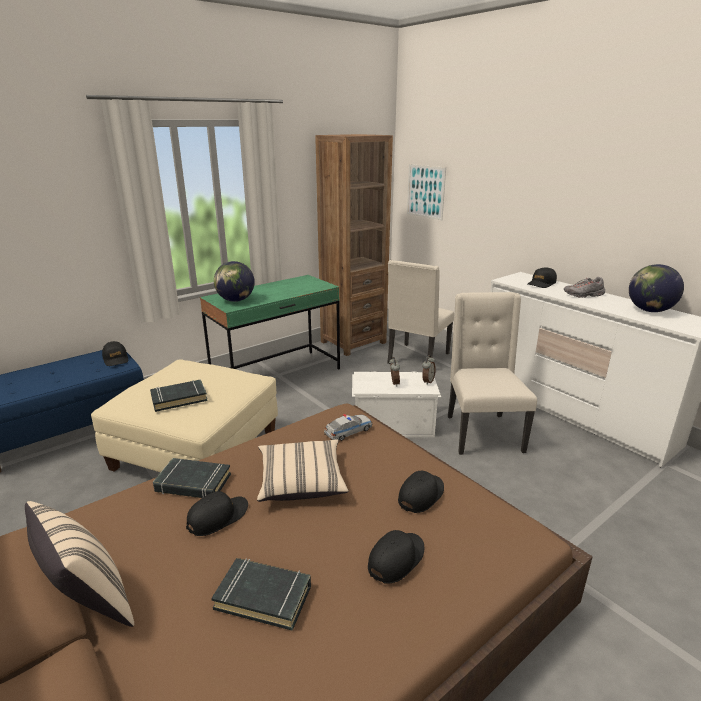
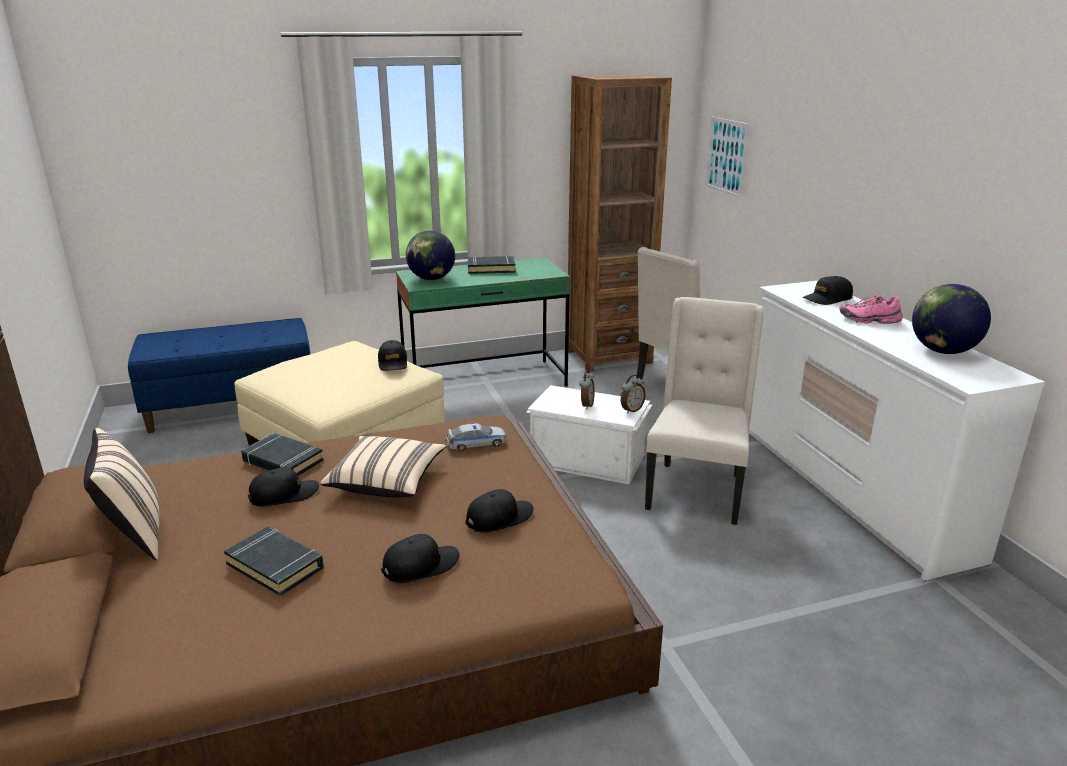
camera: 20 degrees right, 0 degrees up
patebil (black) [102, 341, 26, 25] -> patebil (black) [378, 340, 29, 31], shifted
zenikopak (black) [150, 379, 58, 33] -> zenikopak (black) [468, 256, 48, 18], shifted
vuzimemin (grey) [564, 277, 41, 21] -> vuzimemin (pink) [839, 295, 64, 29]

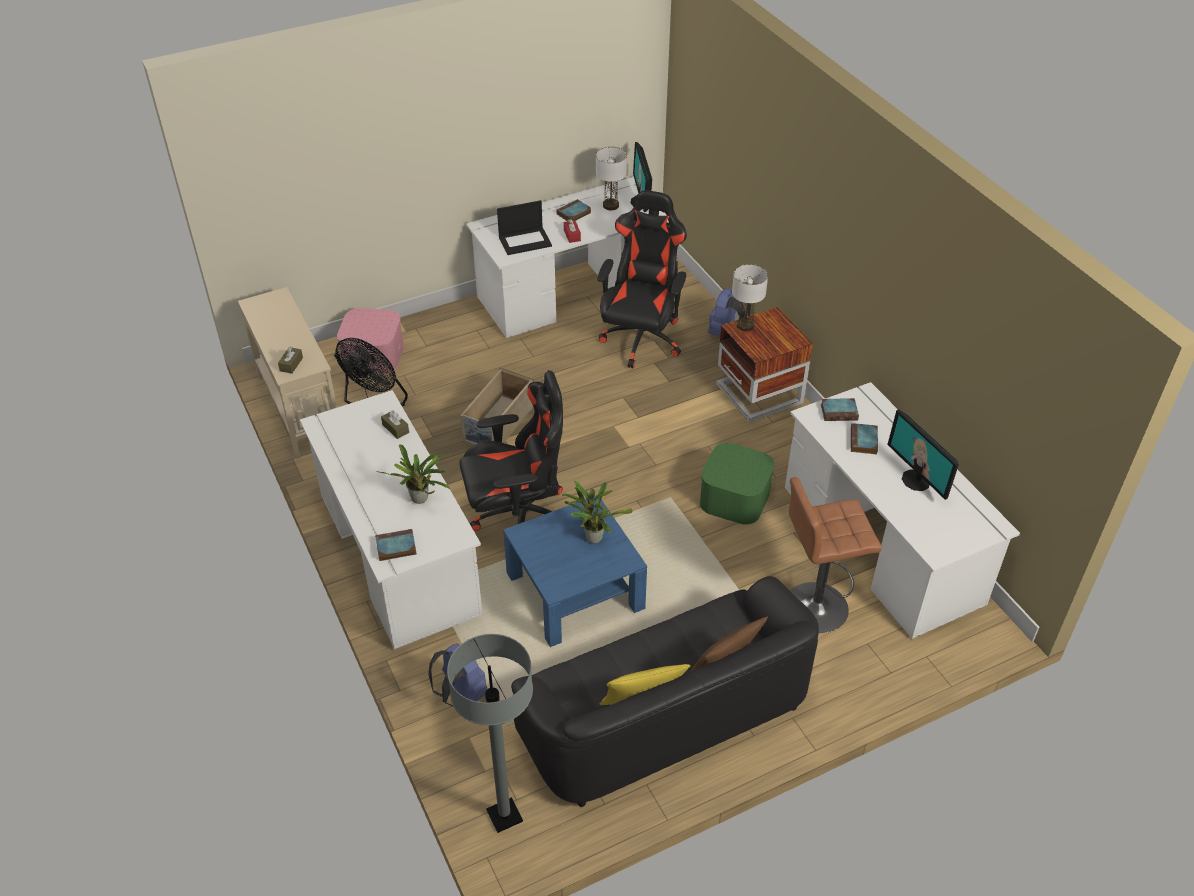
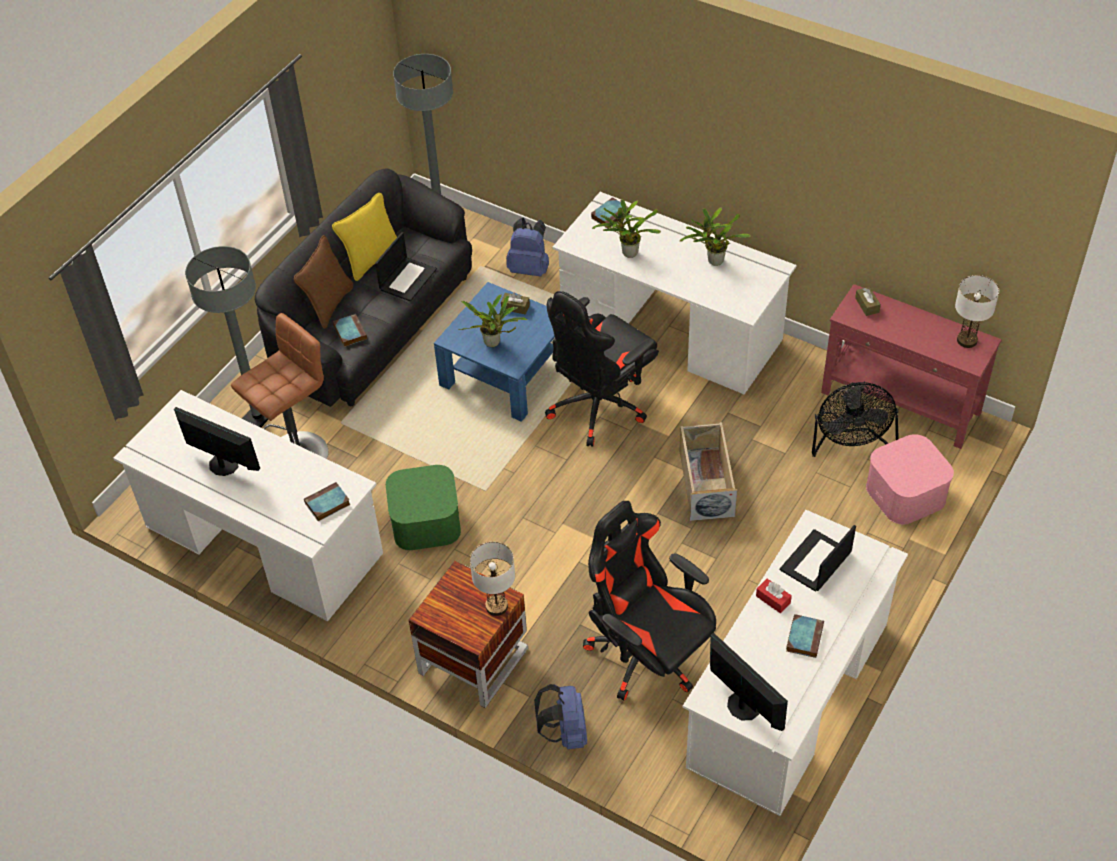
camera: 150 degrees right, 5 degrees up
none -> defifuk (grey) [185, 246, 84, 182]
zenikopak [851, 423, 27, 31] -> zenikopak [333, 314, 34, 33], shifted
none -> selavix [375, 232, 62, 69]
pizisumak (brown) [381, 410, 28, 29] -> pizisumak (brown) [501, 293, 29, 22], shifted
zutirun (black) [597, 190, 90, 178] -> zutirun (black) [583, 501, 133, 200], 150 degrees clockwise
none -> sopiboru [680, 207, 71, 59]
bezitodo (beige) [238, 287, 99, 172] -> bezitodo (red) [821, 284, 181, 165]
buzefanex [596, 147, 31, 63] -> buzefanex [955, 275, 44, 73], shifted

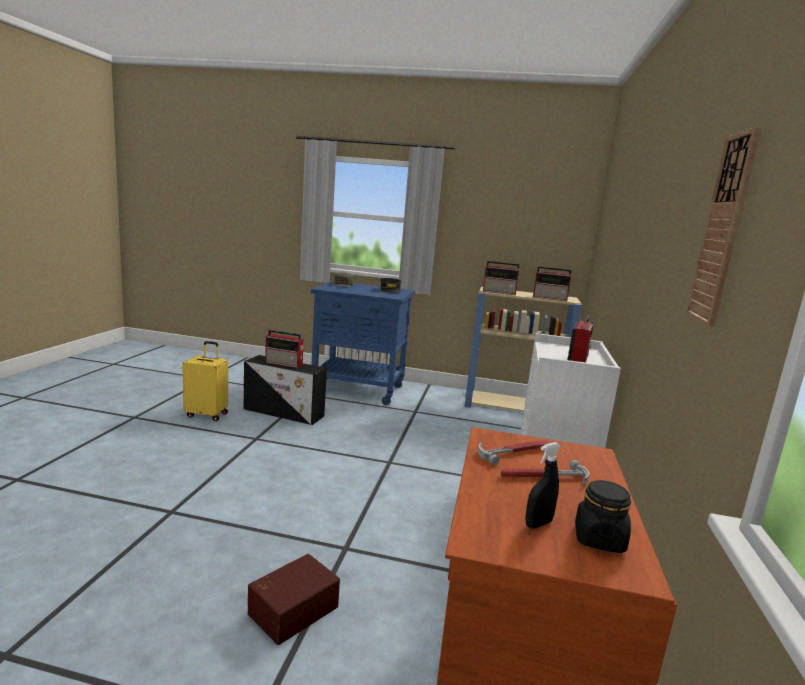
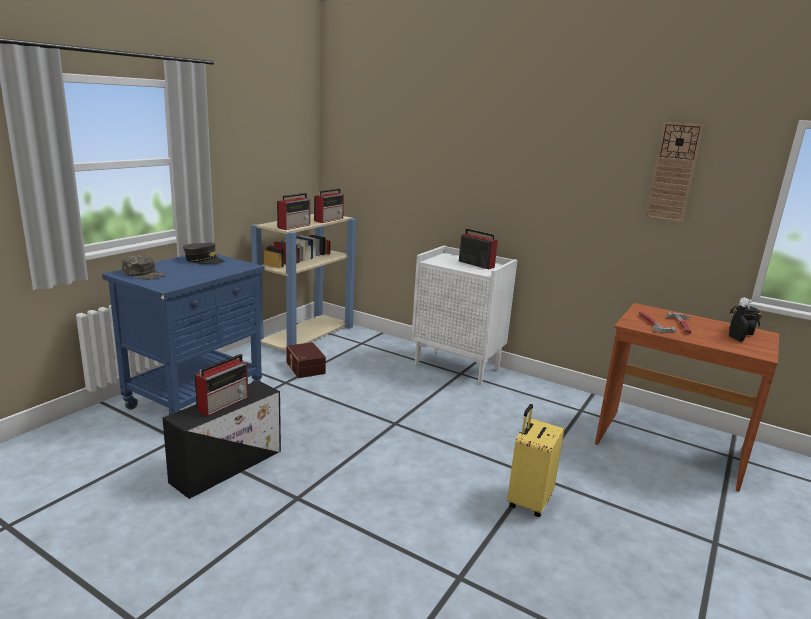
camera: 70 degrees left, 5 degrees up
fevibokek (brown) [248, 554, 92, 91] -> fevibokek (brown) [286, 342, 40, 36], shifted
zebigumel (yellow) [182, 341, 46, 80] -> zebigumel (yellow) [507, 404, 57, 113], shifted

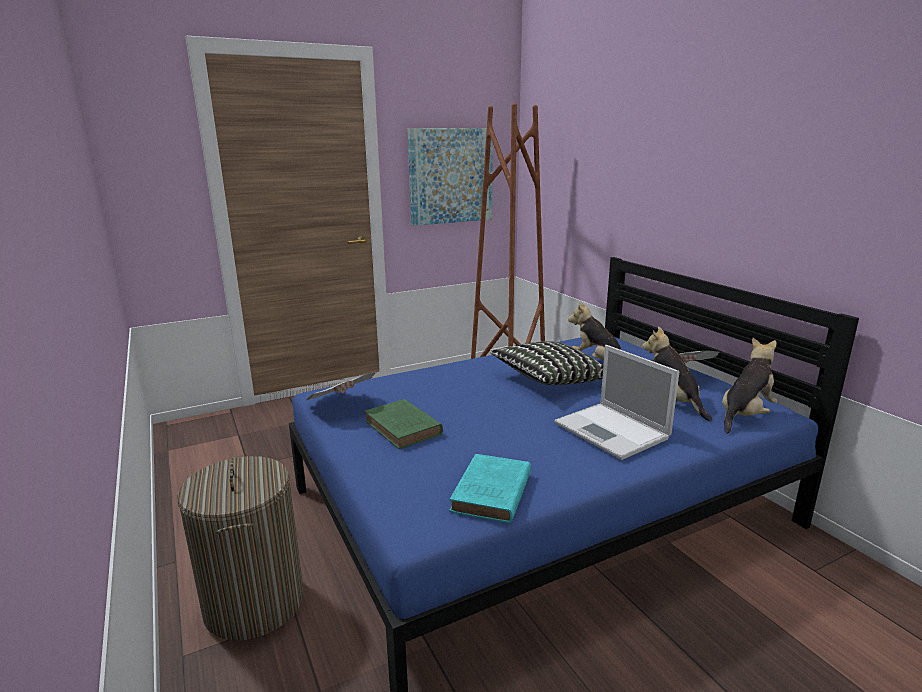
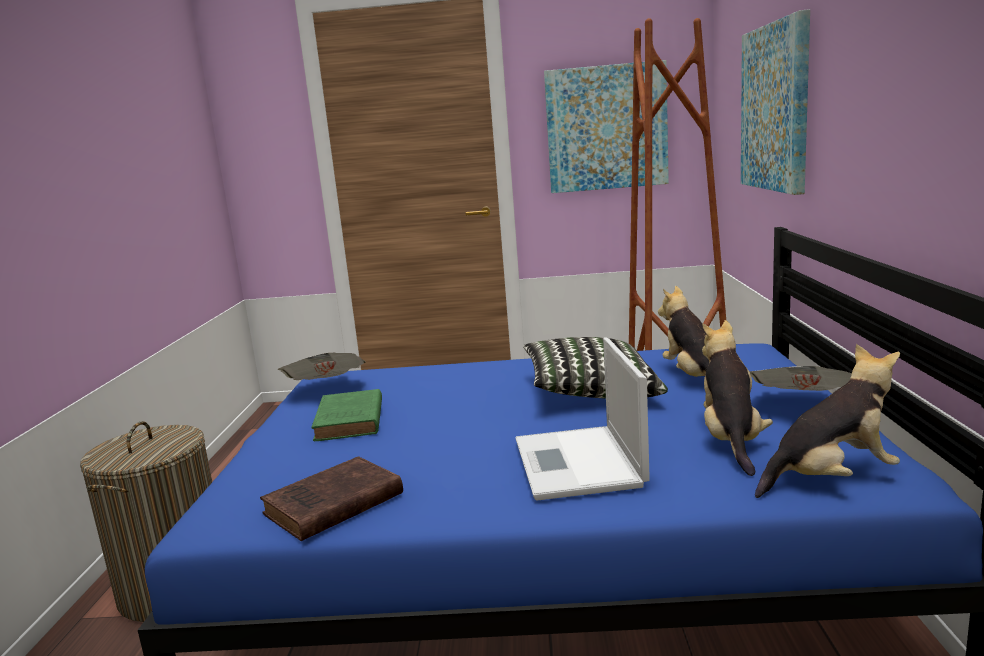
camera: 30 degrees right, 5 degrees down
zenikopak (turquoise) [449, 454, 82, 69] -> zenikopak (brown) [260, 456, 143, 85]
none -> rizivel [741, 9, 69, 186]

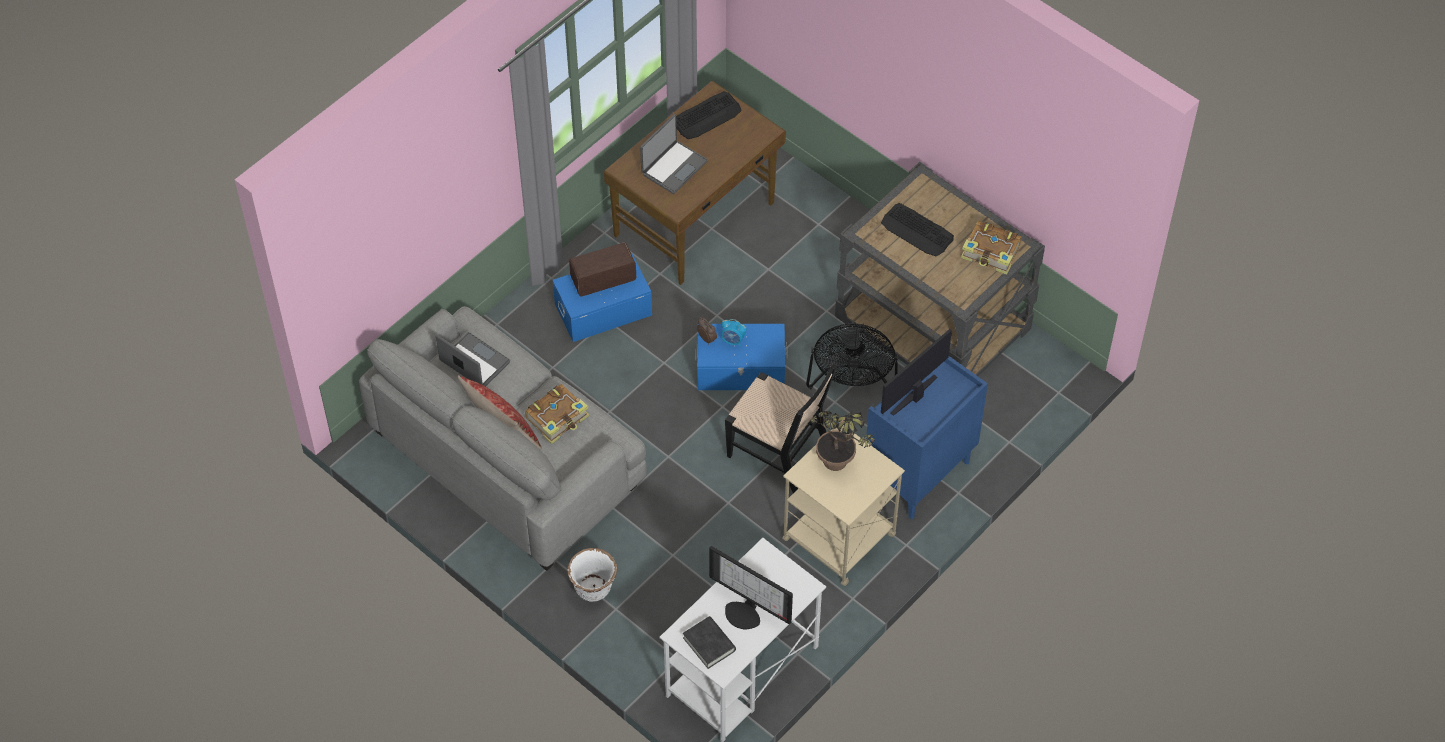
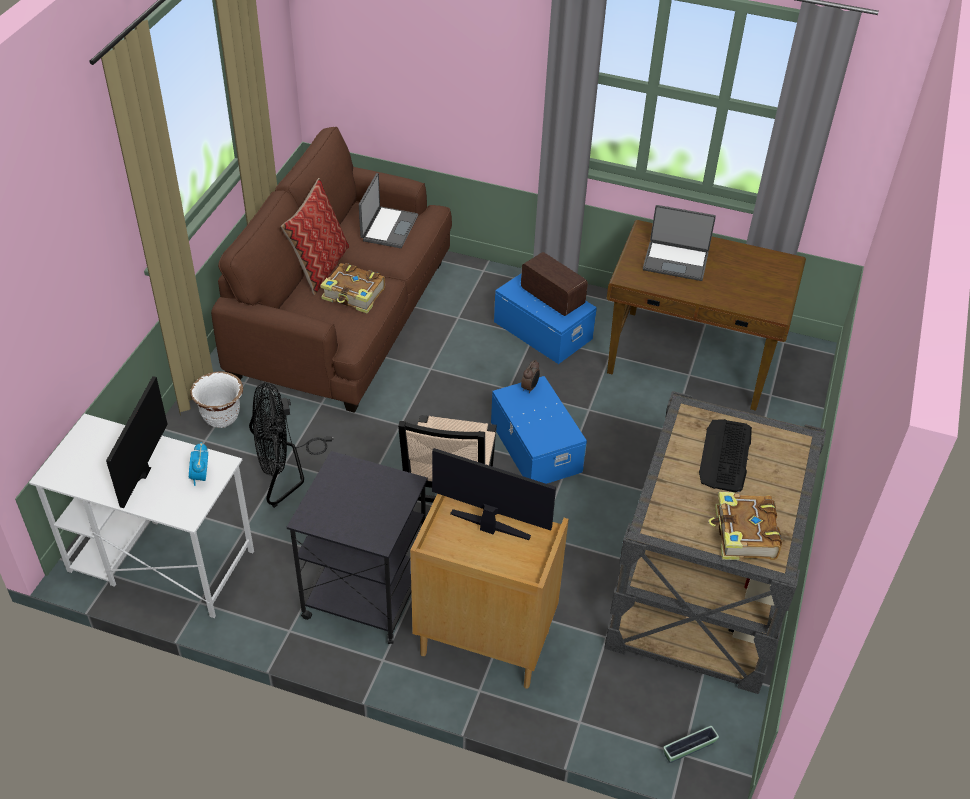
camera: 65 degrees right, 10 degrees down
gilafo [722, 319, 25, 27] -> gilafo [189, 442, 19, 44], shifted
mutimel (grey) [359, 306, 288, 265] -> mutimel (brown) [211, 127, 241, 286]
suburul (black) [806, 322, 92, 67] -> suburul (black) [249, 382, 85, 126], shifted
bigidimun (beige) [782, 425, 123, 161] -> bigidimun (black) [287, 451, 141, 193]
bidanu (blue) [866, 356, 122, 163] -> bidanu (brown) [410, 494, 159, 195]
none -> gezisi [663, 726, 56, 37]
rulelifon [676, 91, 66, 48] -> none
zenikopak (black) [683, 616, 53, 53] -> none
sopiboru [810, 411, 65, 60] -> none

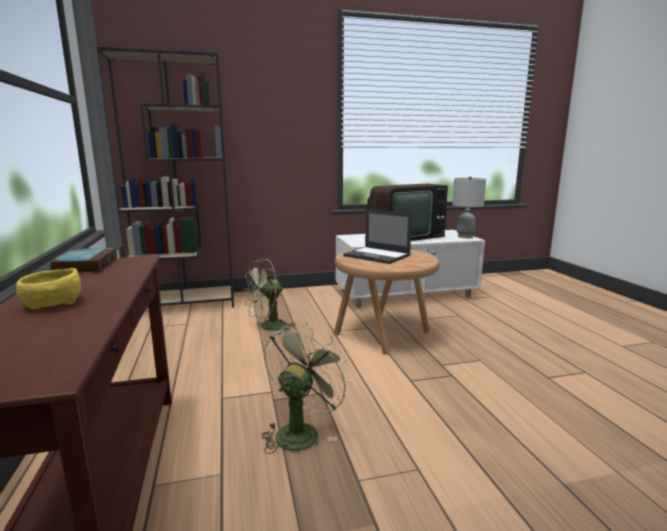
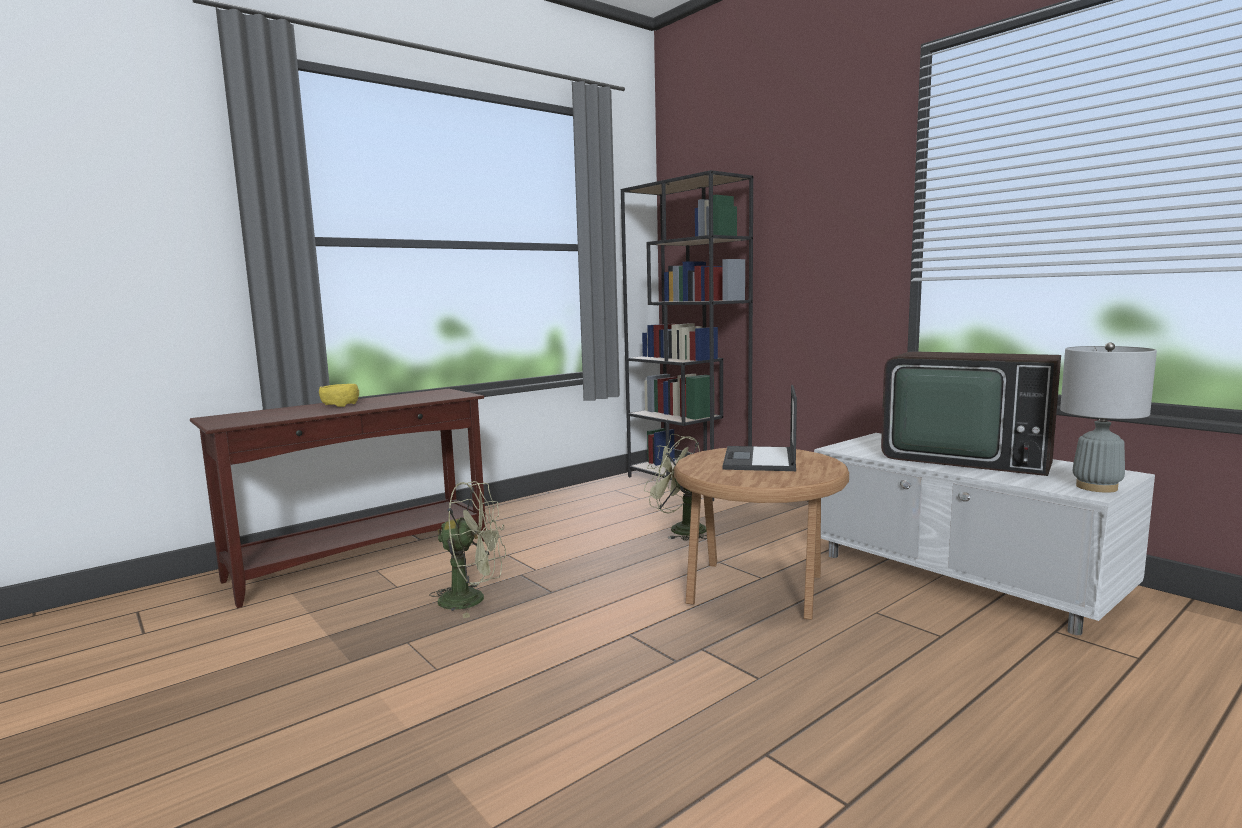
camera: 65 degrees right, 5 degrees down
zenikopak [50, 248, 67, 25] -> none

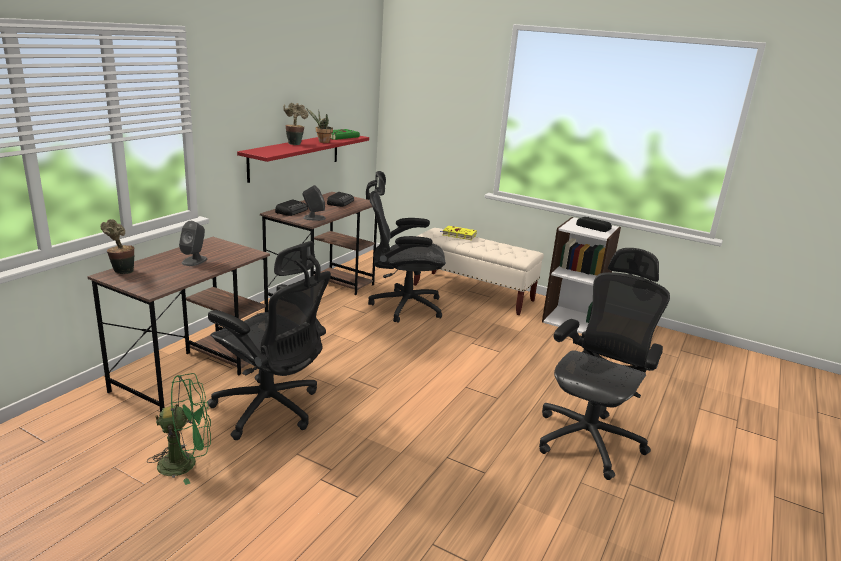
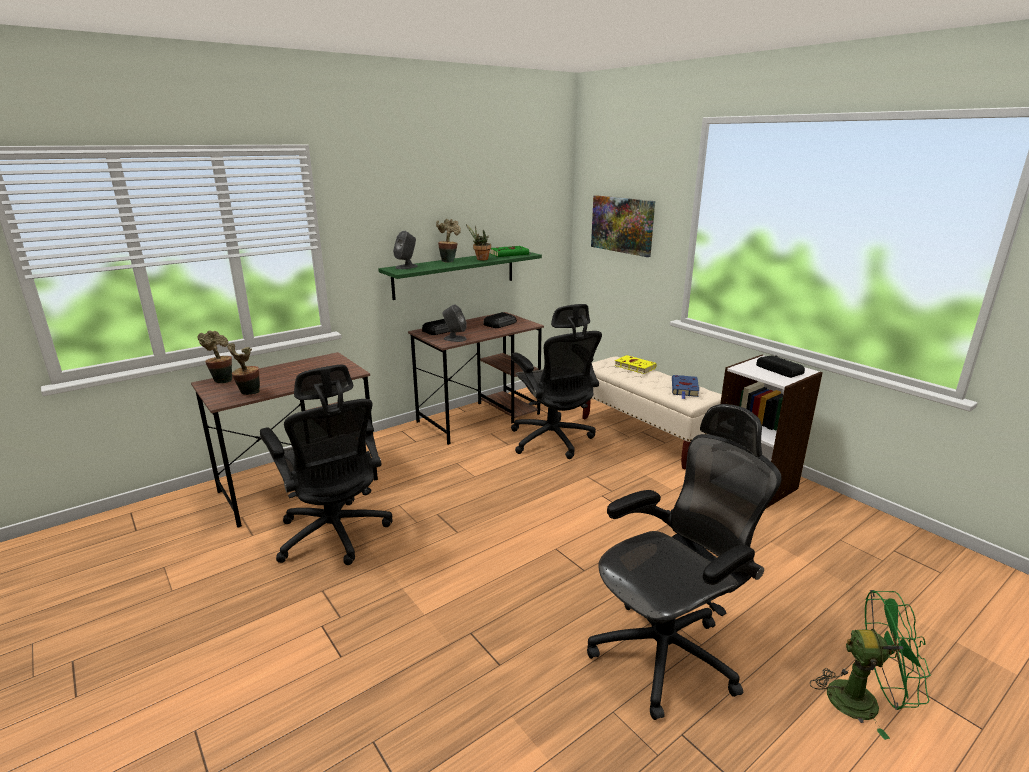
camera: 25 degrees right, 0 degrees up
none -> sopiboru [227, 343, 33, 52]
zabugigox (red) [237, 136, 132, 47] -> zabugigox (green) [378, 252, 164, 48]
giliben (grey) [179, 221, 28, 45] -> giliben (grey) [393, 231, 25, 38], shifted
zutirun [366, 171, 80, 152] -> zutirun [511, 304, 91, 155], 135 degrees counterclockwise
none -> rizivel [591, 195, 64, 62]
none -> zenikopak (blue) [672, 375, 27, 24]
suburul (green) [147, 373, 64, 112] -> suburul (green) [810, 590, 121, 150], shifted

